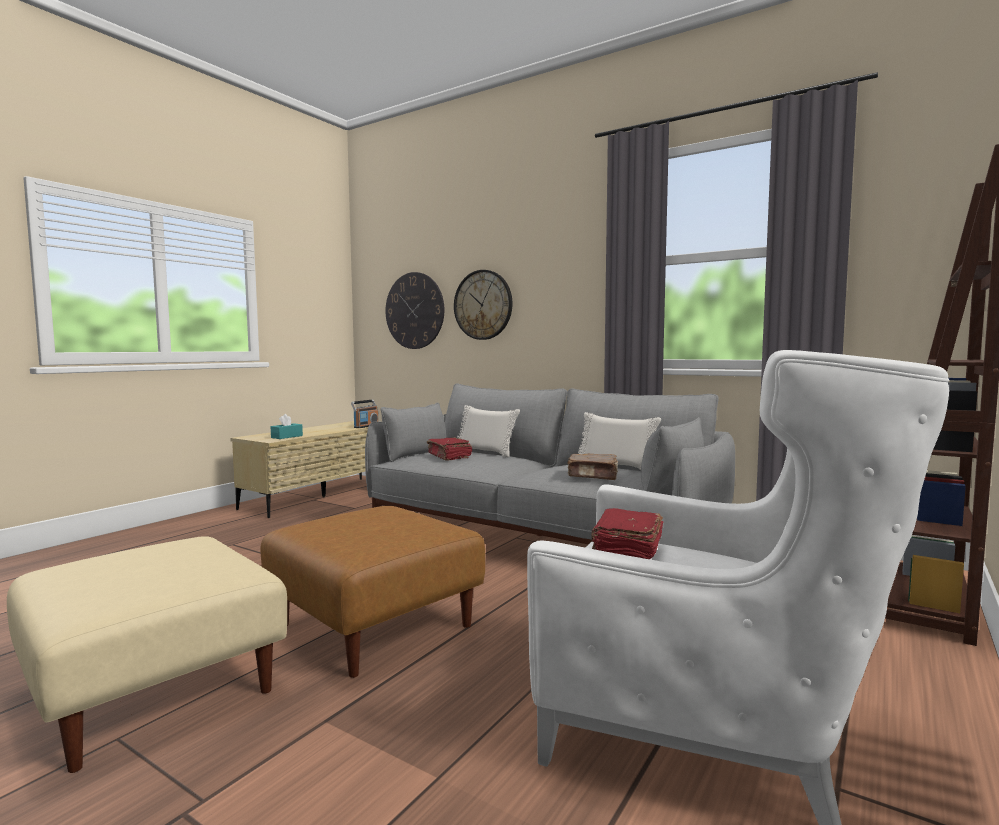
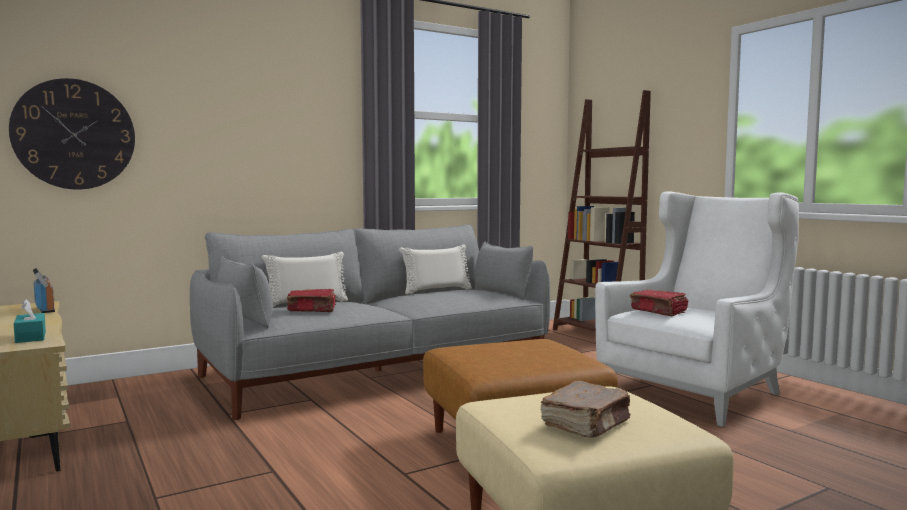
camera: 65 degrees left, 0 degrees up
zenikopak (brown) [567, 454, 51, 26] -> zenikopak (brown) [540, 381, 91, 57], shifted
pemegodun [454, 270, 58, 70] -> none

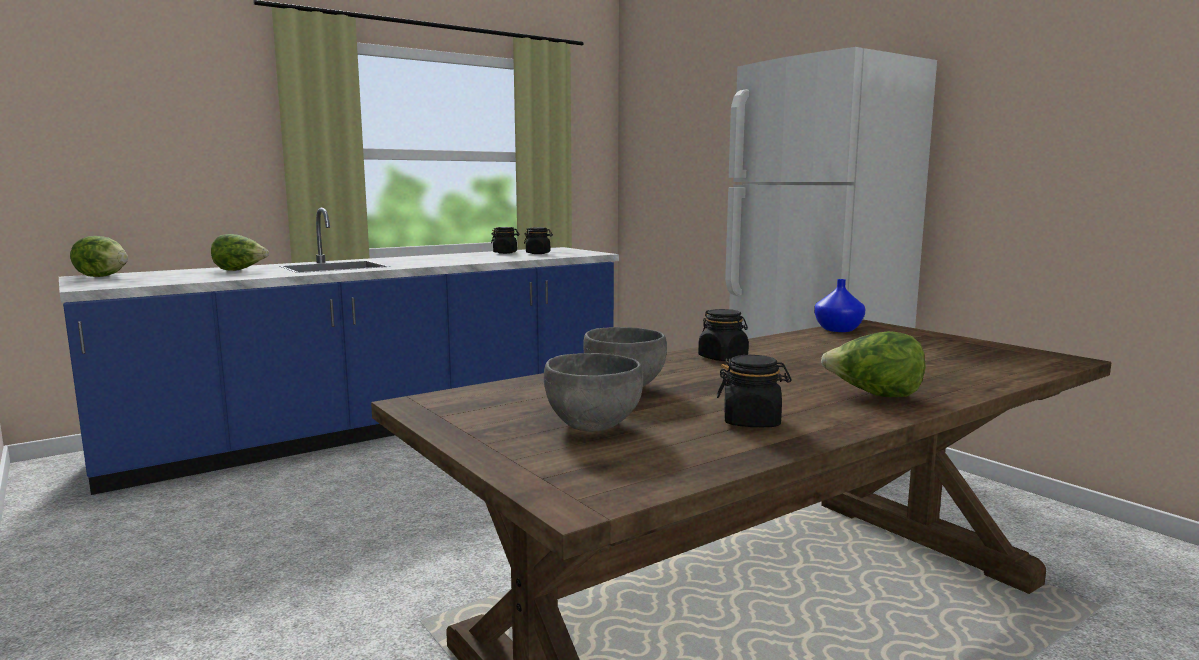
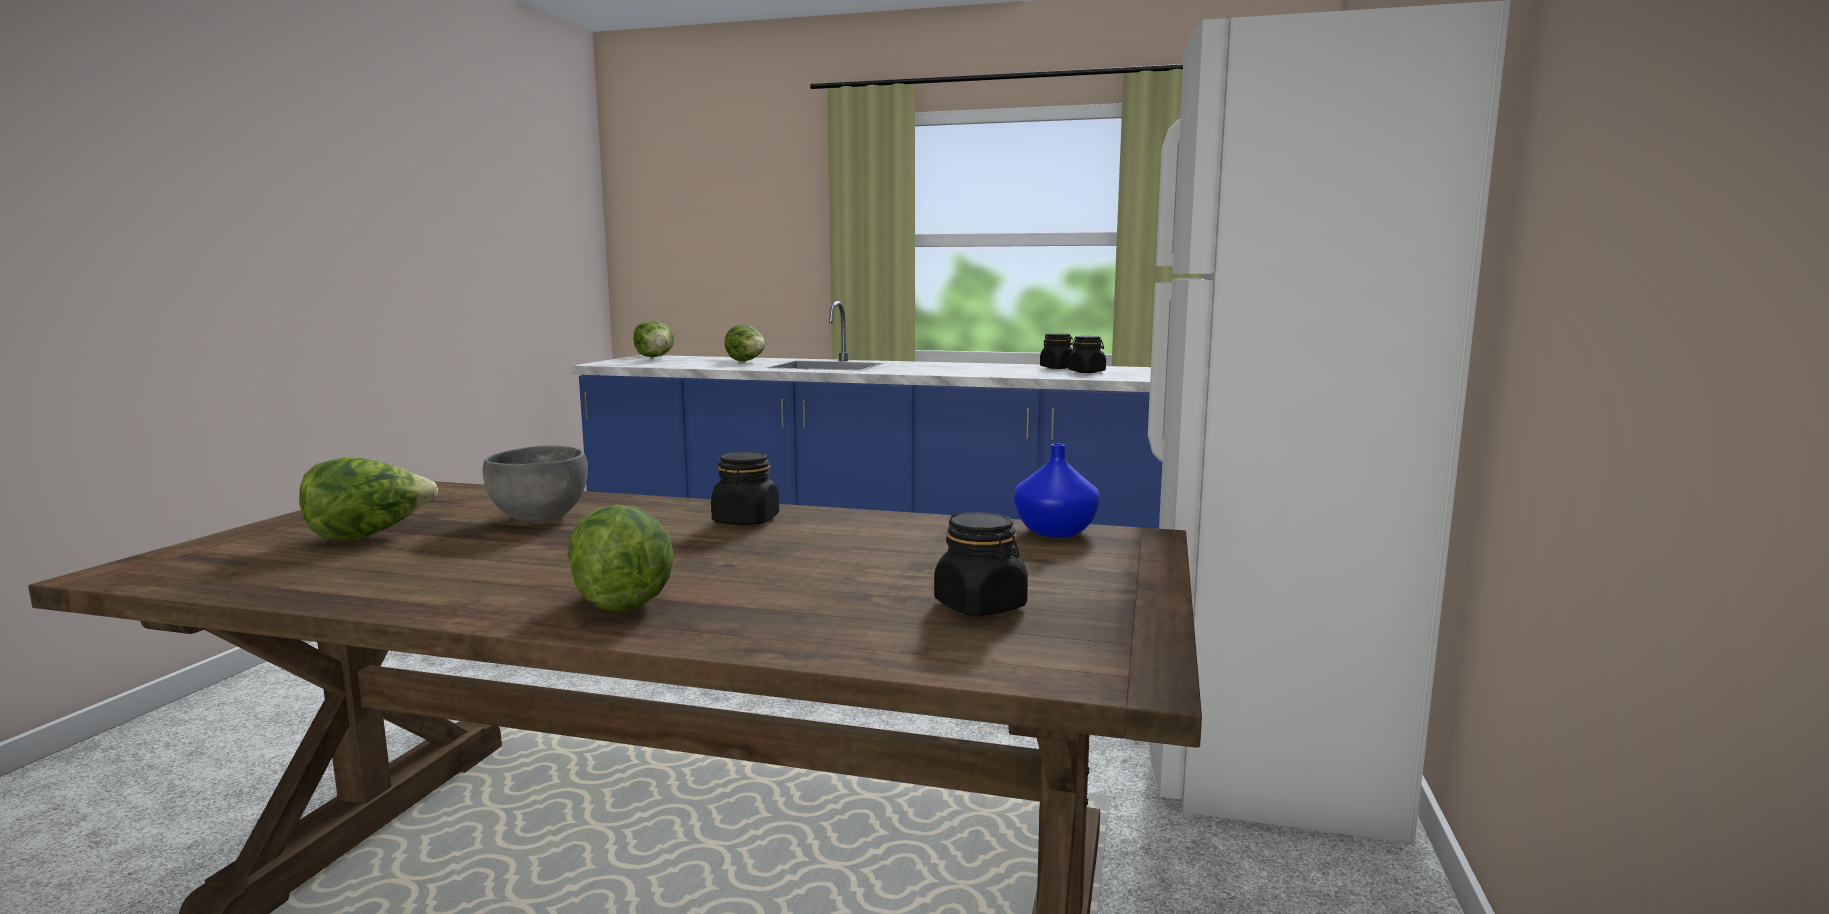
camera: 50 degrees right, 0 degrees up
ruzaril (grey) [544, 353, 99, 79] -> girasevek [299, 458, 139, 82]
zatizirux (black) [717, 355, 75, 72] -> zatizirux (black) [934, 512, 94, 104], shifted

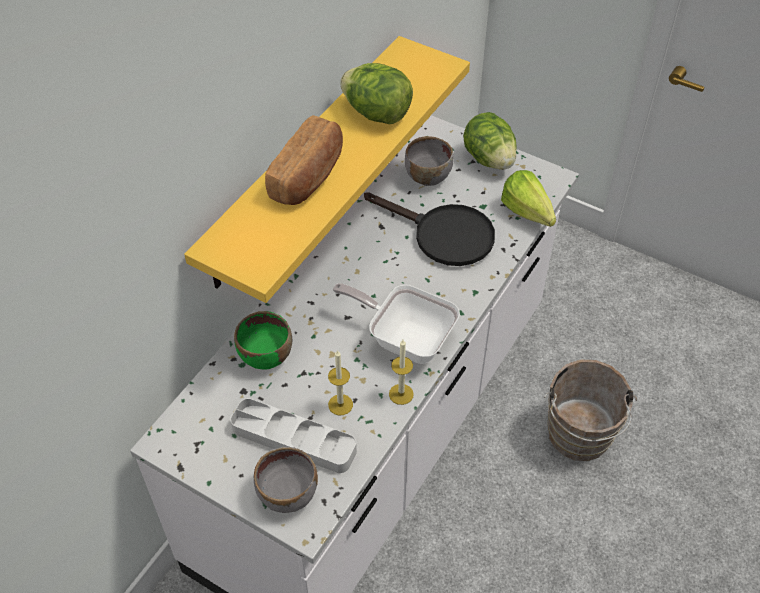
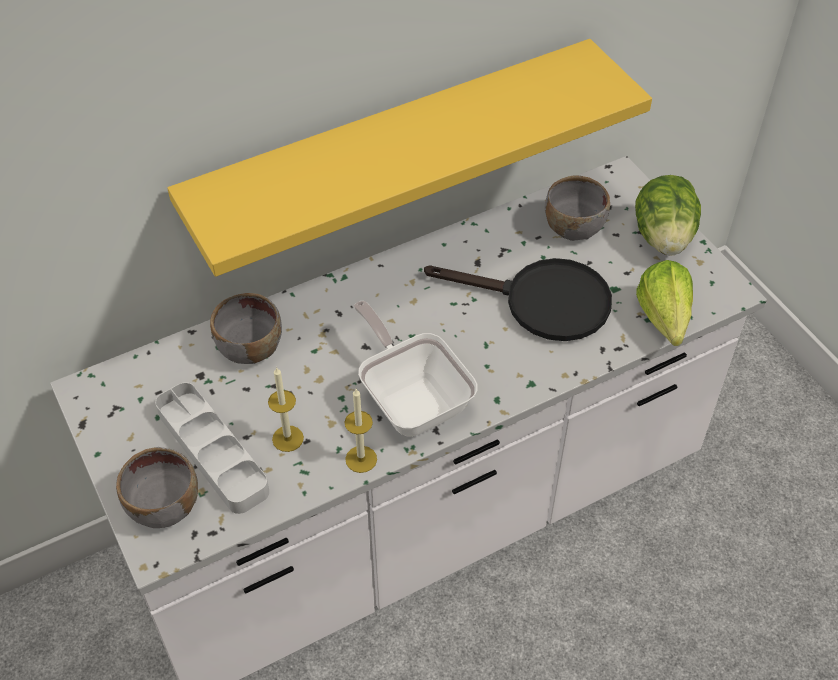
camera: 30 degrees right, 0 degrees up
ruzaril (green) [234, 311, 58, 59] -> ruzaril (grey) [210, 293, 72, 71]
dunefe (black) [364, 192, 131, 74] -> dunefe (black) [424, 258, 188, 83], 45 degrees counterclockwise
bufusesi [265, 115, 78, 90] -> none
girasevek [340, 63, 73, 61] -> none
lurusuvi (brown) [544, 360, 93, 101] -> none

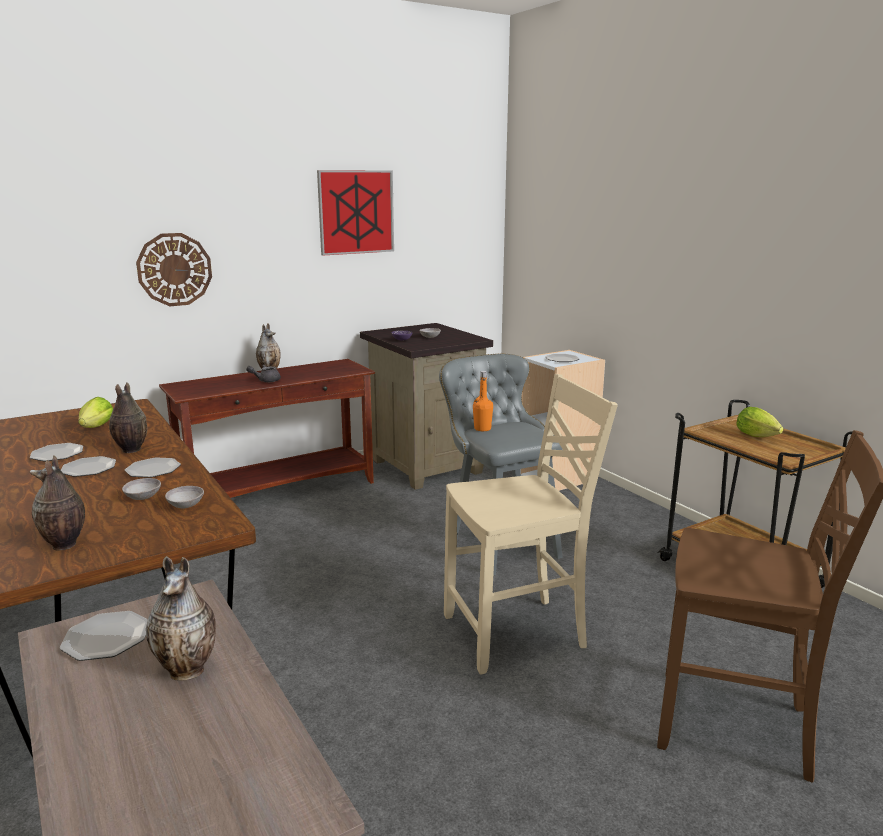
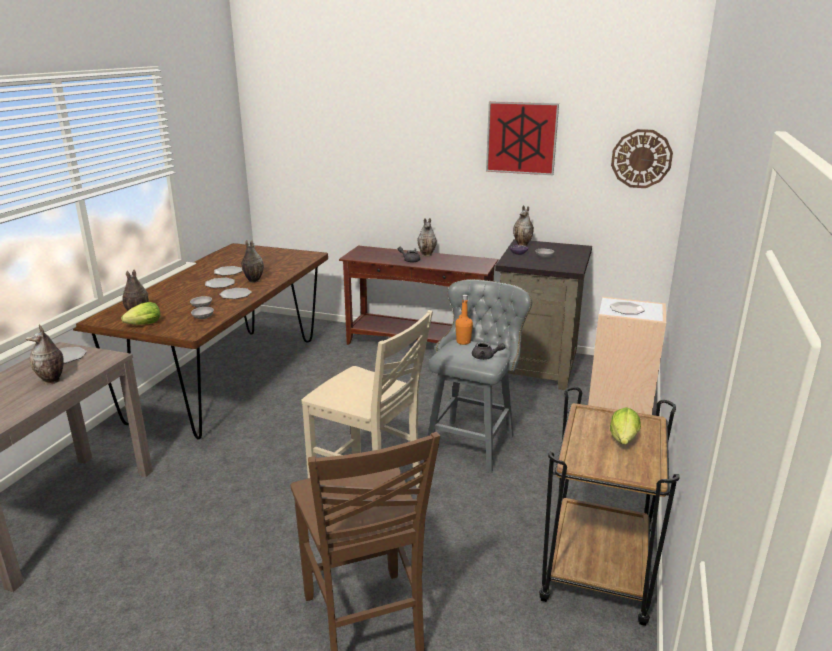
camera: 50 degrees right, 5 degrees up
girasevek [78, 397, 35, 31] -> girasevek [121, 302, 39, 23], shifted
none -> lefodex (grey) [472, 342, 33, 18]
none -> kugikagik [513, 205, 21, 41]
pemegodun [136, 233, 76, 73] -> pemegodun [611, 129, 62, 59], shifted

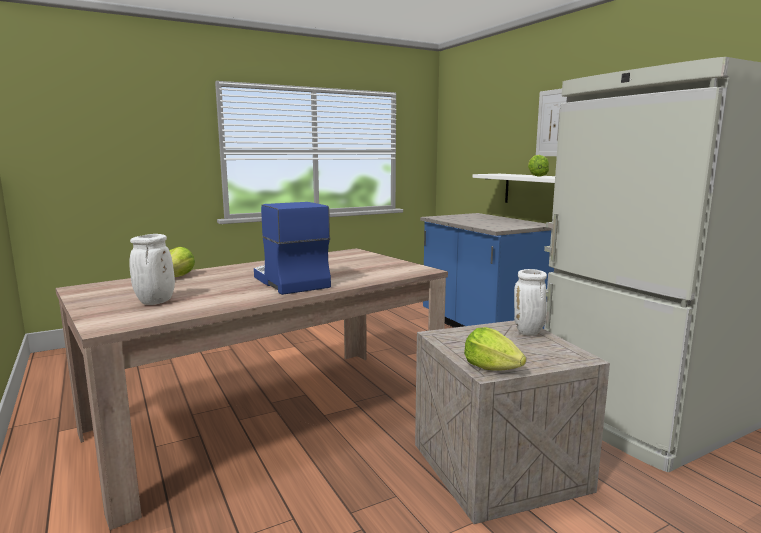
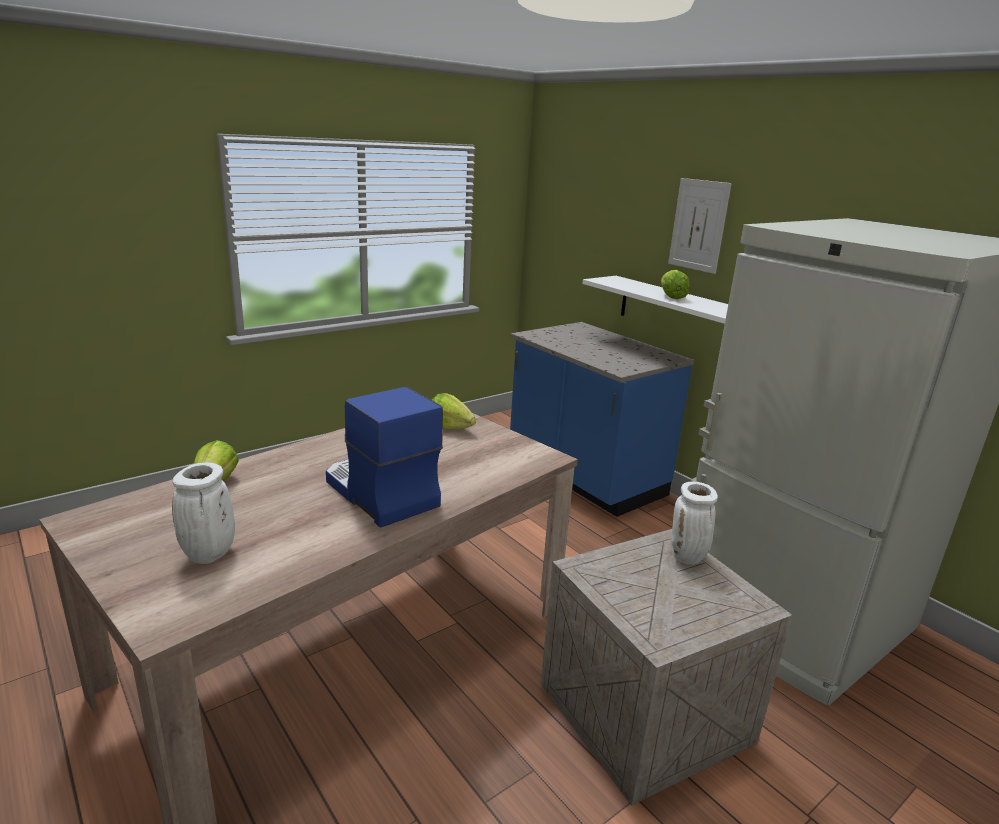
camera: 10 degrees left, 10 degrees up
girasevek [464, 327, 62, 44] -> girasevek [432, 393, 44, 37], shifted

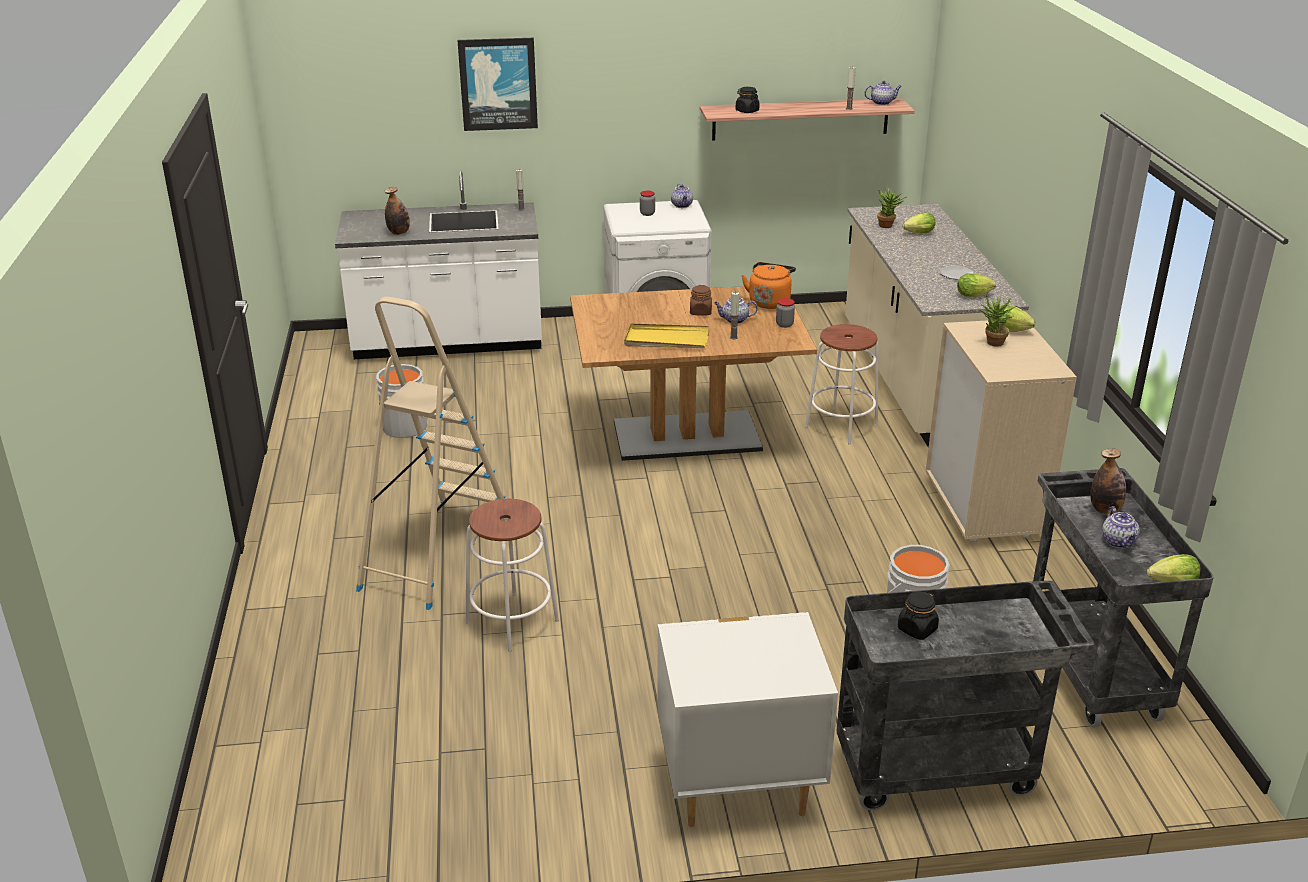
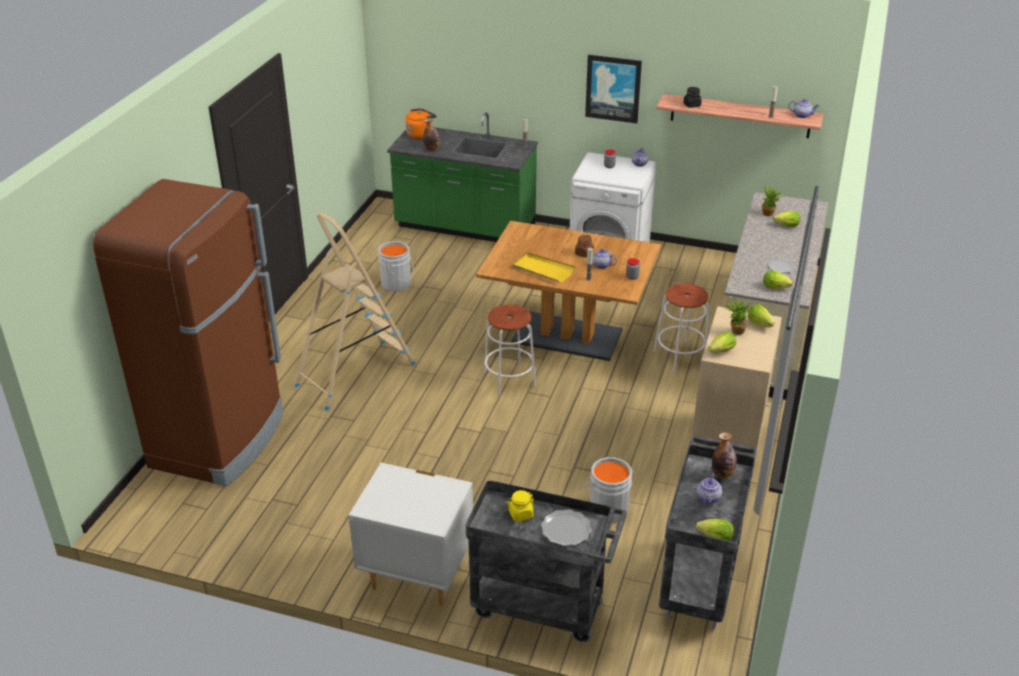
camera: 25 degrees right, 5 degrees up
none -> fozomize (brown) [93, 179, 190, 307]
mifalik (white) [335, 171, 207, 188] -> mifalik (green) [387, 112, 151, 130]
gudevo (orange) [741, 262, 55, 47] -> gudevo (orange) [406, 108, 30, 31], shifted
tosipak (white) [466, 499, 93, 153] -> tosipak (white) [483, 305, 53, 90], shifted
zatizirux (black) [898, 591, 41, 49] -> zatizirux (yellow) [507, 490, 28, 32]
none -> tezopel [541, 509, 51, 37]
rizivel [457, 38, 81, 93] -> rizivel [585, 55, 57, 68], shifted
none -> girasevek [708, 332, 28, 21]

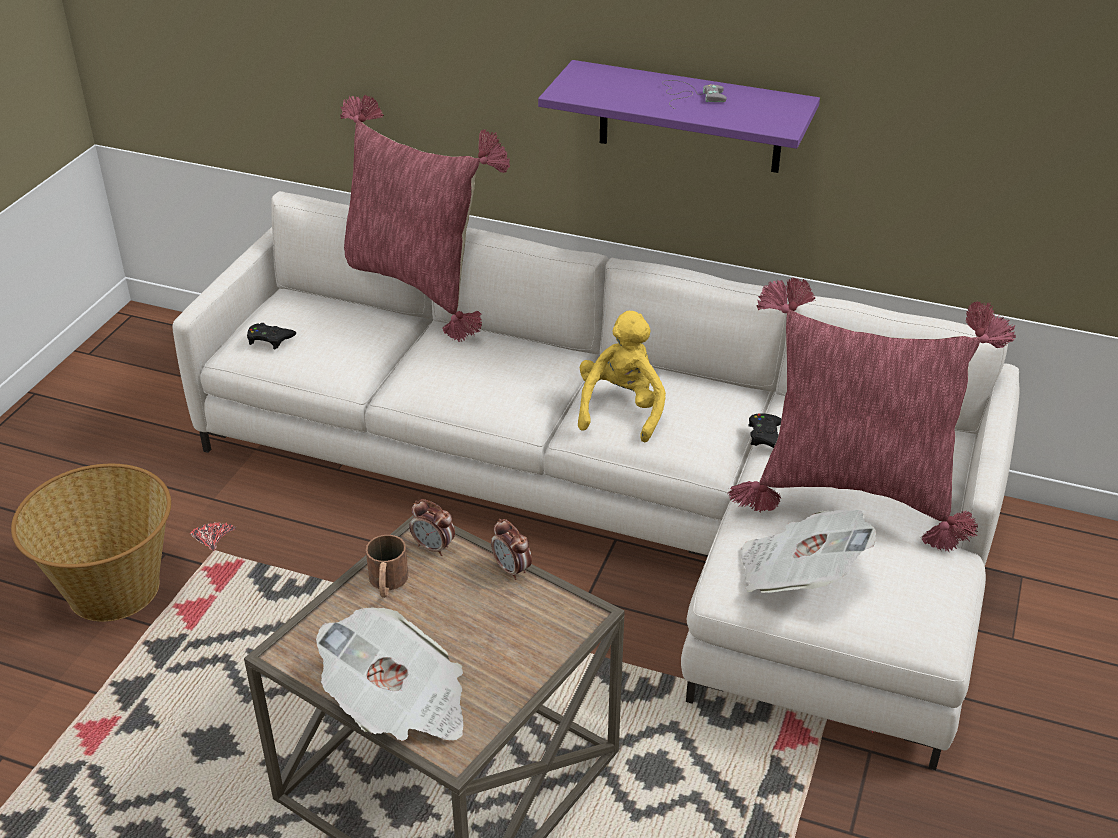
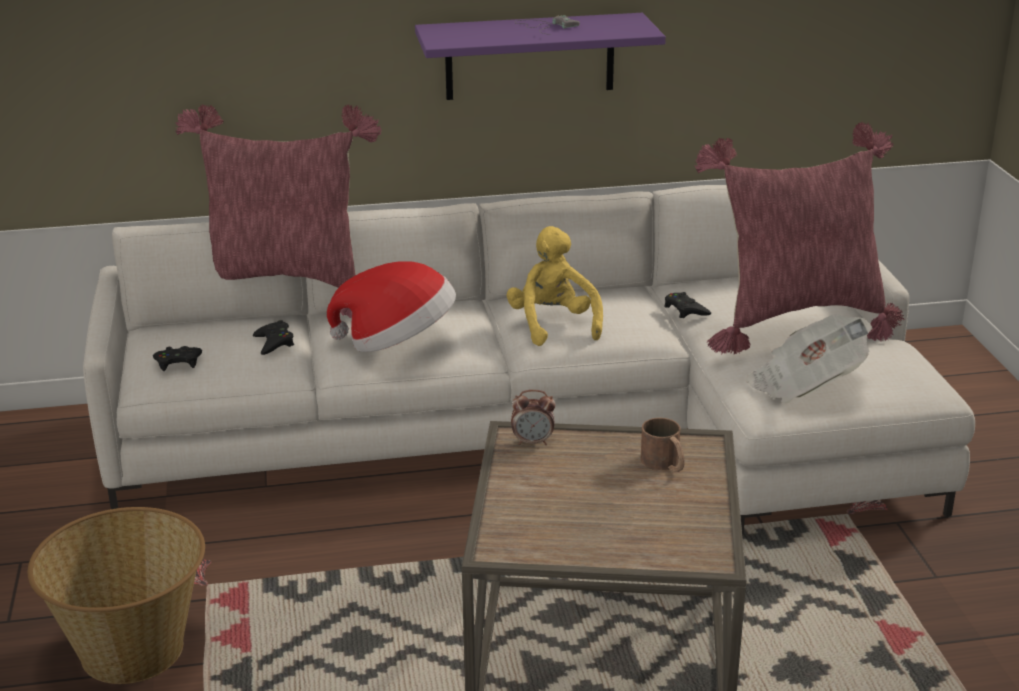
camera: 30 degrees left, 10 degrees down
none -> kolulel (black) [253, 320, 41, 35]
none -> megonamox [327, 261, 129, 91]
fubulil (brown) [366, 535, 42, 63] -> fubulil (brown) [641, 418, 43, 54], shifted
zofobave [316, 608, 147, 133] -> none
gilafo [491, 519, 41, 61] -> none

